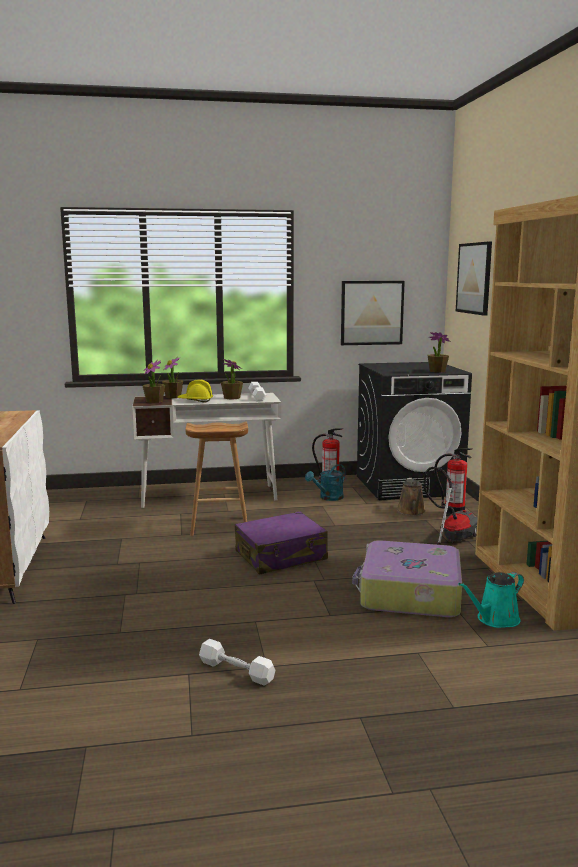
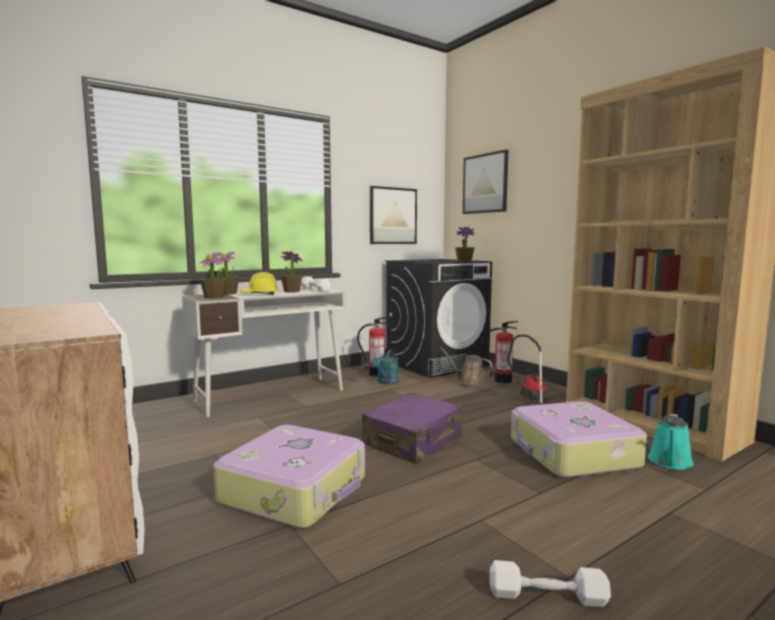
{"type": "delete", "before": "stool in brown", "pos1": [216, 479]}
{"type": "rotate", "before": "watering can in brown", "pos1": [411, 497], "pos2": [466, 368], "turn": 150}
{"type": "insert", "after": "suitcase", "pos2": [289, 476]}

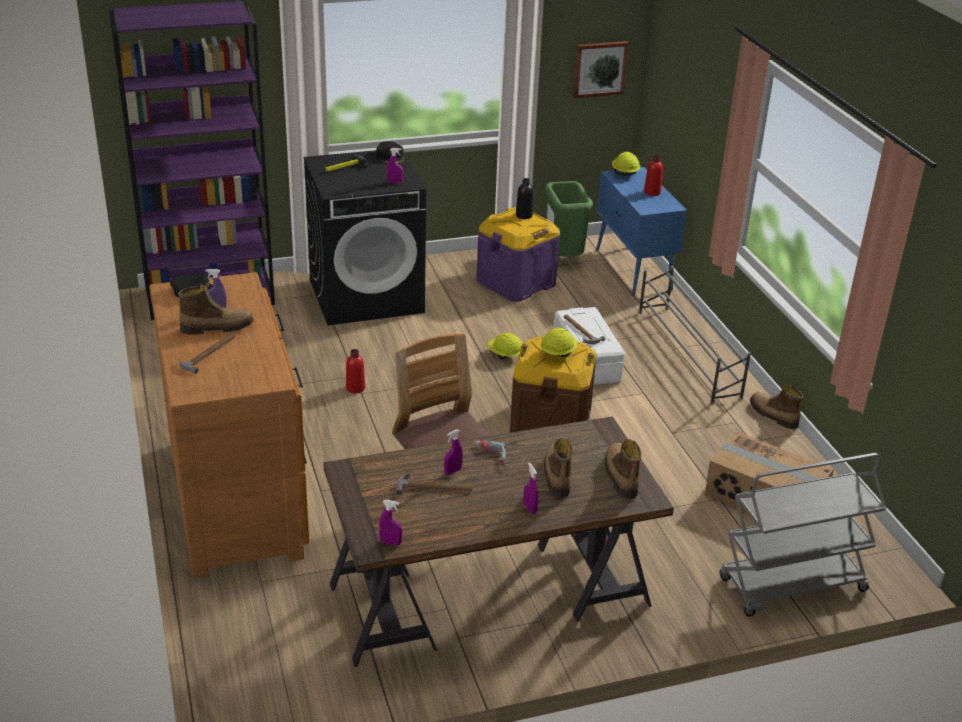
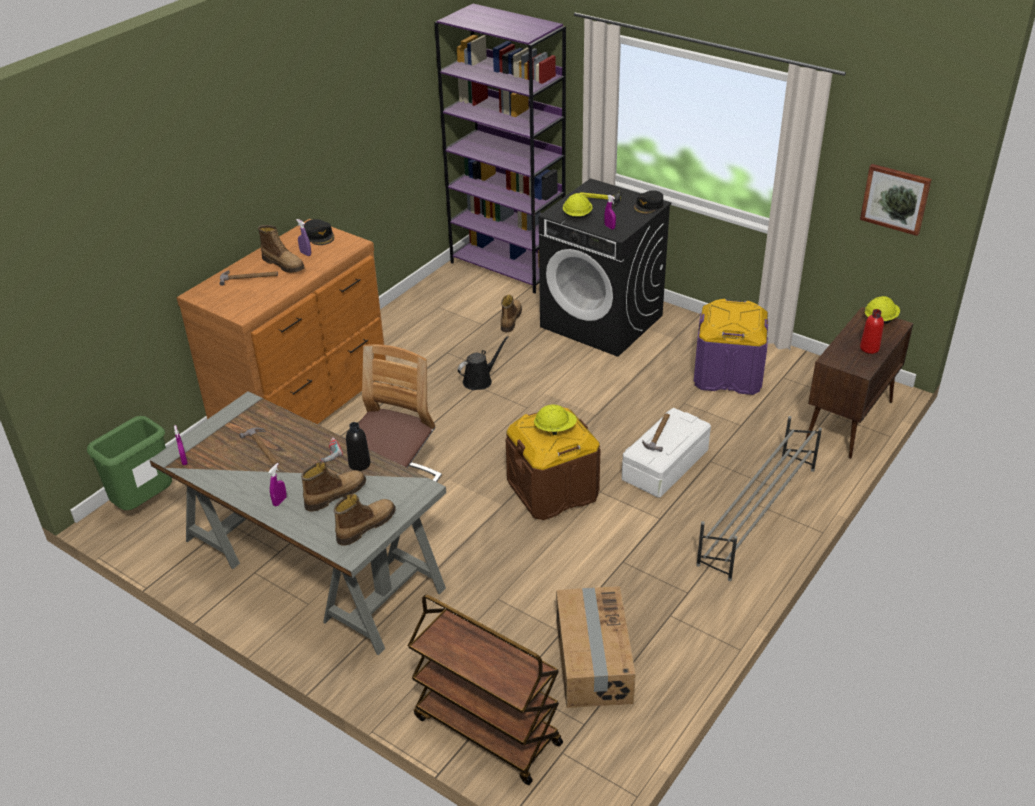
{"type": "recolor", "before": "desk in brown", "after": "desk in grey", "pos1": [498, 541], "pos2": [298, 523]}
{"type": "replace", "before": "bottle in red", "after": "watering can in black", "pos1": [355, 371], "pos2": [483, 363]}
{"type": "delete", "before": "spray bottle in purple", "pos1": [453, 452]}
{"type": "move", "before": "hard hat in yellow", "pos1": [505, 346], "pos2": [577, 205]}
{"type": "move", "before": "bottle in black", "pos1": [524, 198], "pos2": [358, 446]}
{"type": "move", "before": "trash can in green", "pos1": [569, 218], "pos2": [129, 463]}
{"type": "recolor", "before": "cabinet in blue", "after": "cabinet in brown", "pos1": [641, 231], "pos2": [860, 383]}
{"type": "recolor", "before": "cart in grey", "after": "cart in brown", "pos1": [803, 535], "pos2": [485, 689]}
{"type": "move", "before": "boot", "pos1": [777, 407], "pos2": [511, 313]}

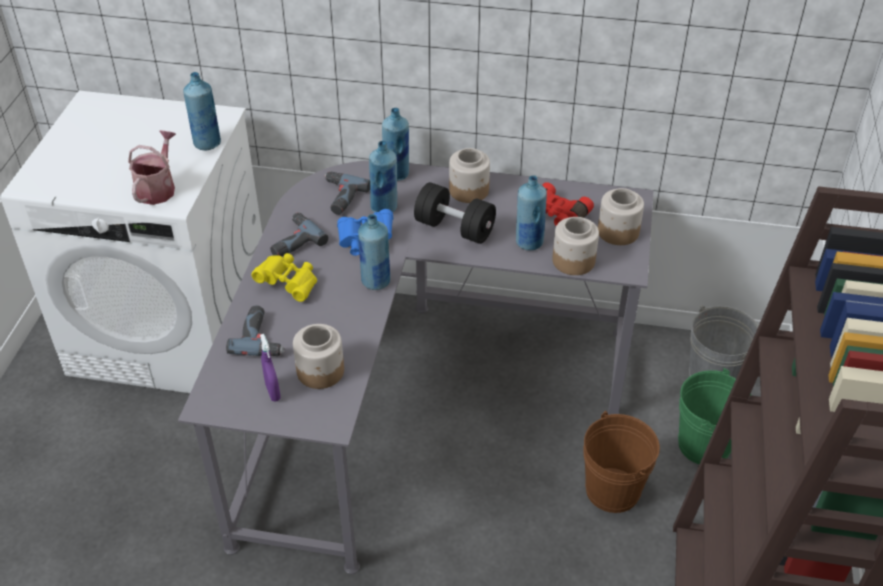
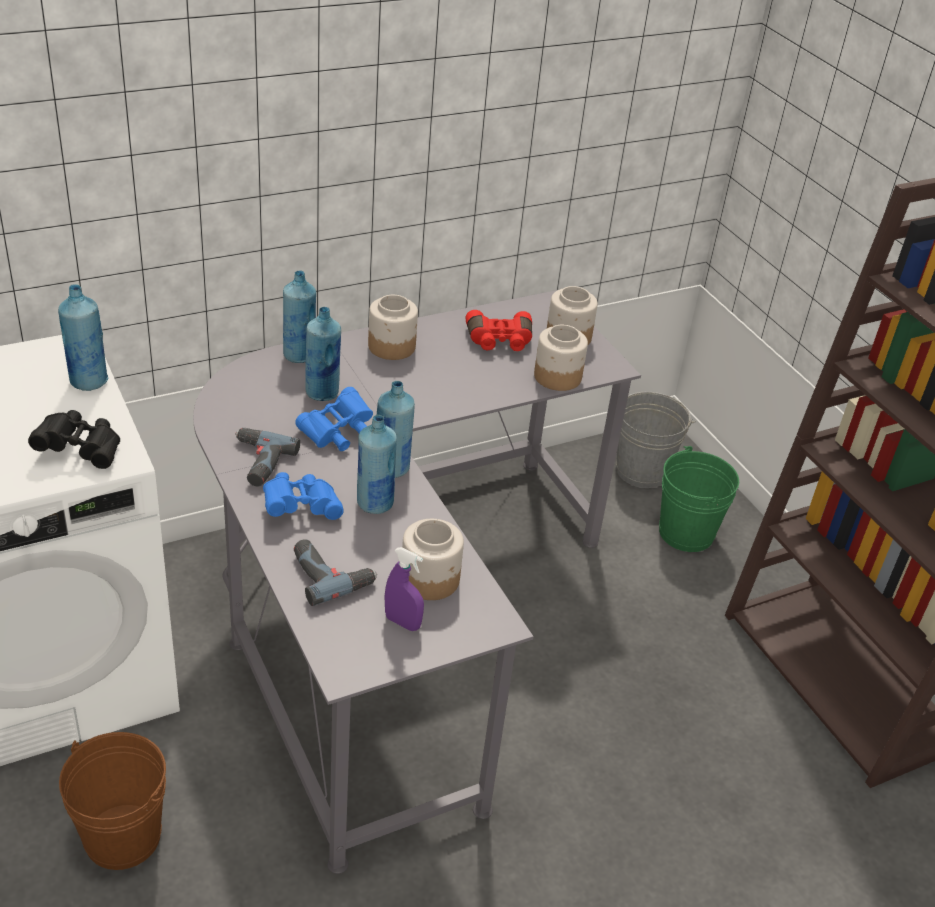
{"type": "replace", "before": "watering can", "after": "binoculars in black", "pos1": [152, 167], "pos2": [74, 439]}
{"type": "recolor", "before": "binoculars in yellow", "after": "binoculars in blue", "pos1": [284, 277], "pos2": [303, 496]}
{"type": "delete", "before": "power drill", "pos1": [347, 193]}
{"type": "delete", "before": "dumbbell in black", "pos1": [455, 213]}
{"type": "move", "before": "bottle in blue", "pos1": [531, 212], "pos2": [377, 464]}
{"type": "move", "before": "bucket in brown", "pos1": [621, 462], "pos2": [112, 801]}

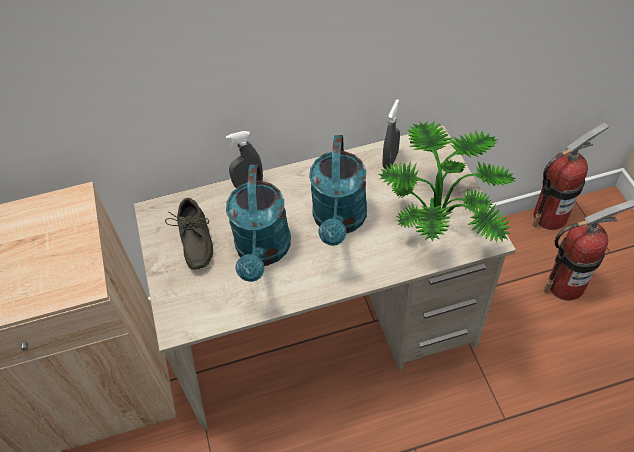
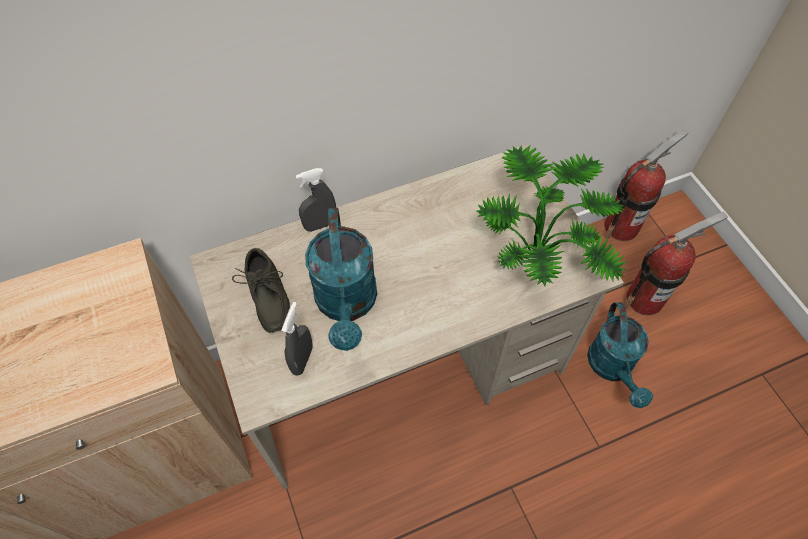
{"type": "move", "before": "watering can in turquoise", "pos1": [338, 190], "pos2": [620, 355]}
{"type": "move", "before": "spray bottle in grey", "pos1": [391, 134], "pos2": [297, 339]}

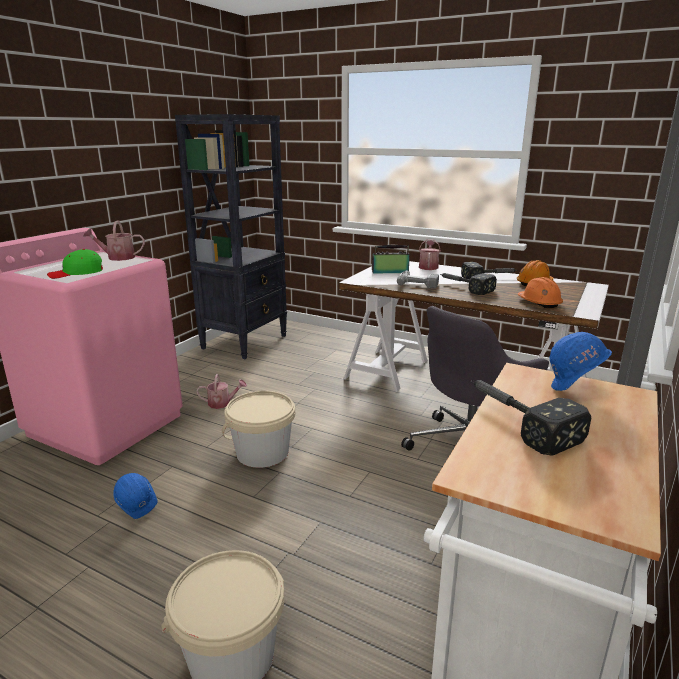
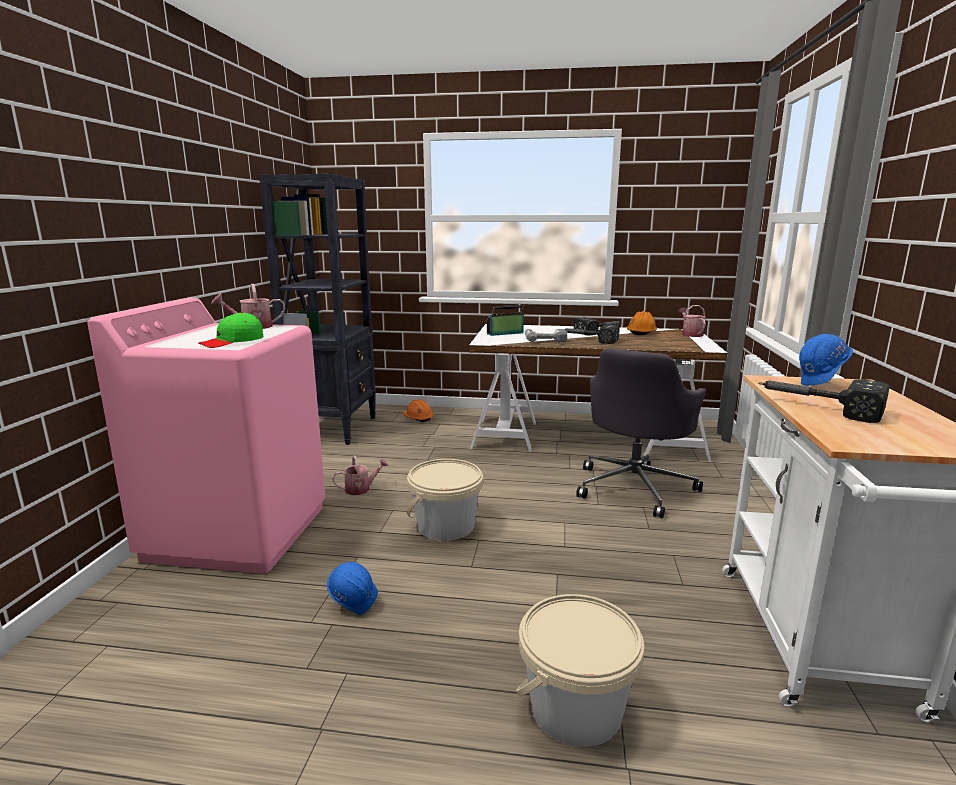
{"type": "move", "before": "watering can", "pos1": [430, 254], "pos2": [692, 321]}
{"type": "move", "before": "hard hat in orange", "pos1": [540, 292], "pos2": [418, 410]}

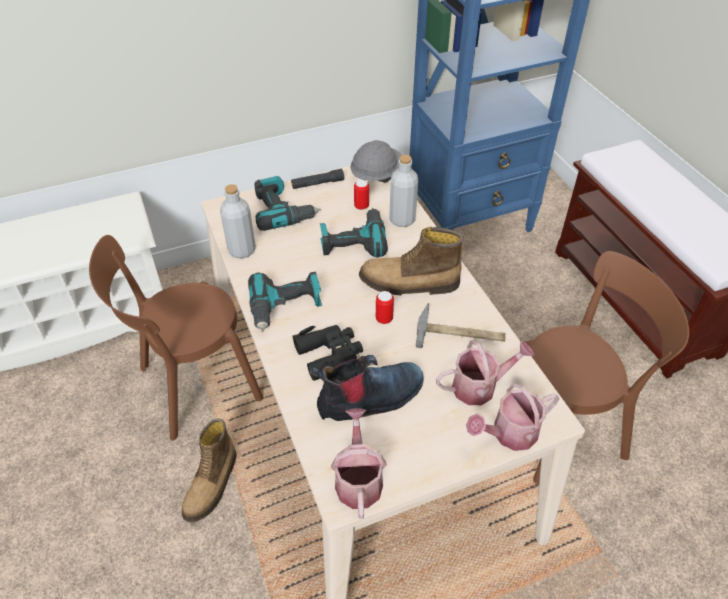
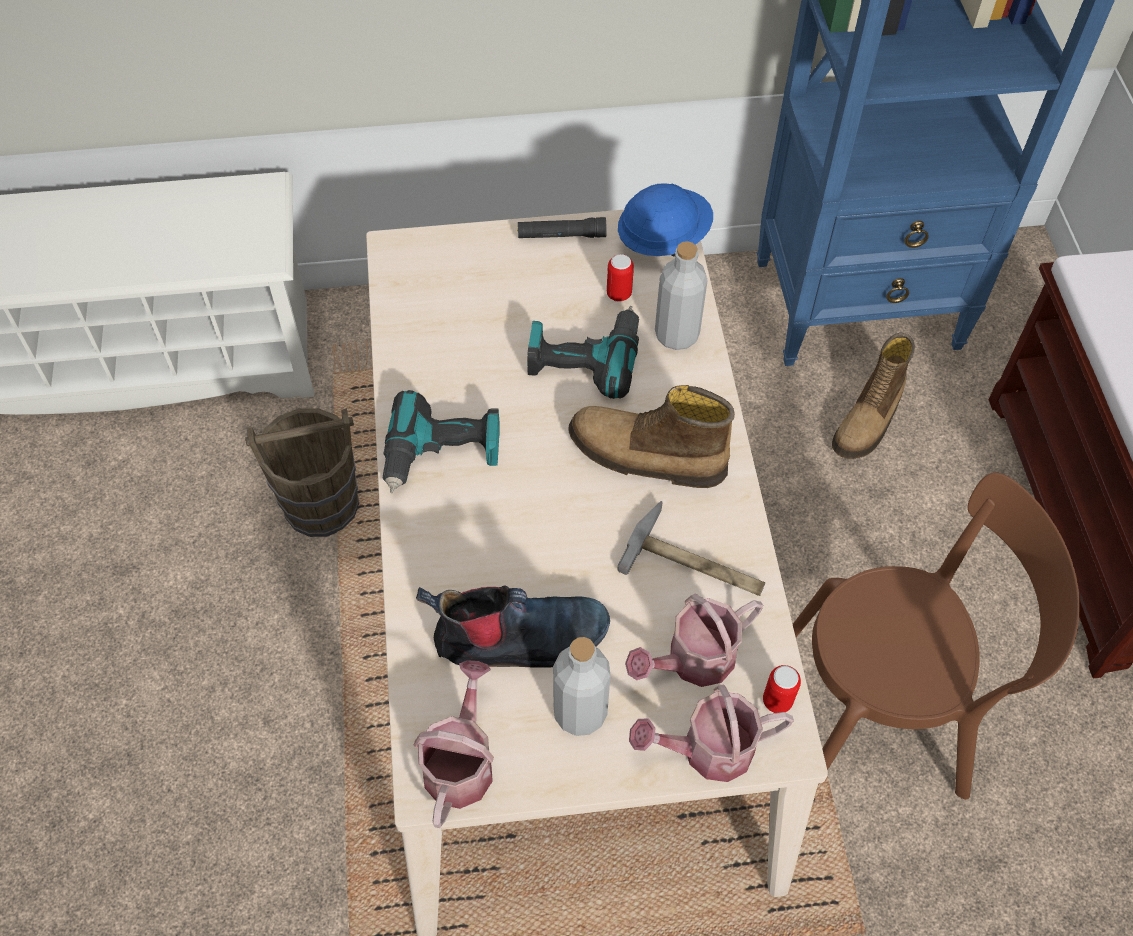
{"type": "replace", "before": "chair in brown", "after": "bucket in brown", "pos1": [176, 338], "pos2": [302, 472]}
{"type": "move", "before": "boot", "pos1": [209, 470], "pos2": [873, 396]}
{"type": "move", "before": "bottle in grey", "pos1": [238, 221], "pos2": [582, 686]}
{"type": "delete", "before": "power drill", "pos1": [287, 203]}
{"type": "delete", "before": "binoculars in black", "pos1": [327, 353]}
{"type": "recolor", "before": "hard hat in grey", "after": "hard hat in blue", "pos1": [376, 161], "pos2": [665, 220]}
{"type": "move", "before": "can", "pos1": [385, 307], "pos2": [782, 689]}
{"type": "rotate", "before": "watering can", "pos1": [485, 372], "pos2": [694, 640], "turn": 150}

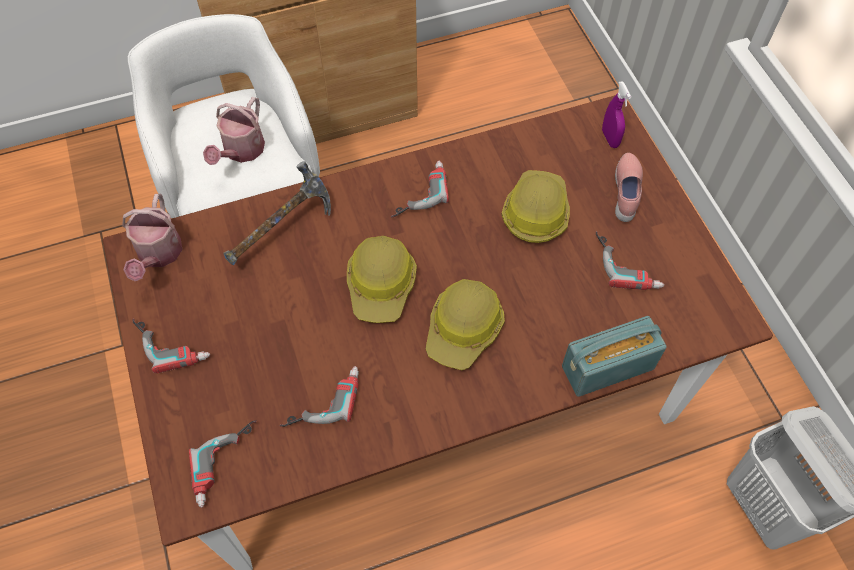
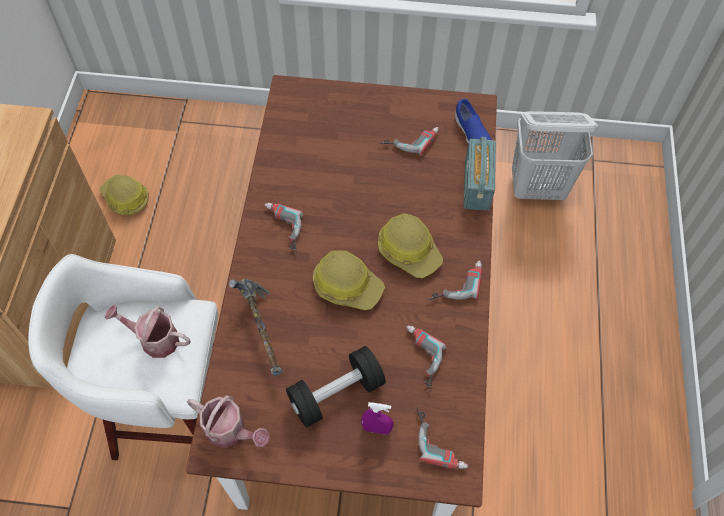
{"type": "move", "before": "power drill", "pos1": [171, 345], "pos2": [454, 280]}
{"type": "rotate", "before": "watering can", "pos1": [234, 131], "pos2": [148, 331], "turn": 150}
{"type": "move", "before": "hard hat", "pos1": [535, 206], "pos2": [124, 195]}
{"type": "move", "before": "spray bottle in purple", "pos1": [616, 114], "pos2": [377, 418]}
{"type": "delete", "before": "shoe in pink", "pos1": [629, 187]}
{"type": "insert", "after": "dumbbell in black", "pos2": [336, 387]}
{"type": "insert", "after": "shoe in blue", "pos2": [473, 121]}

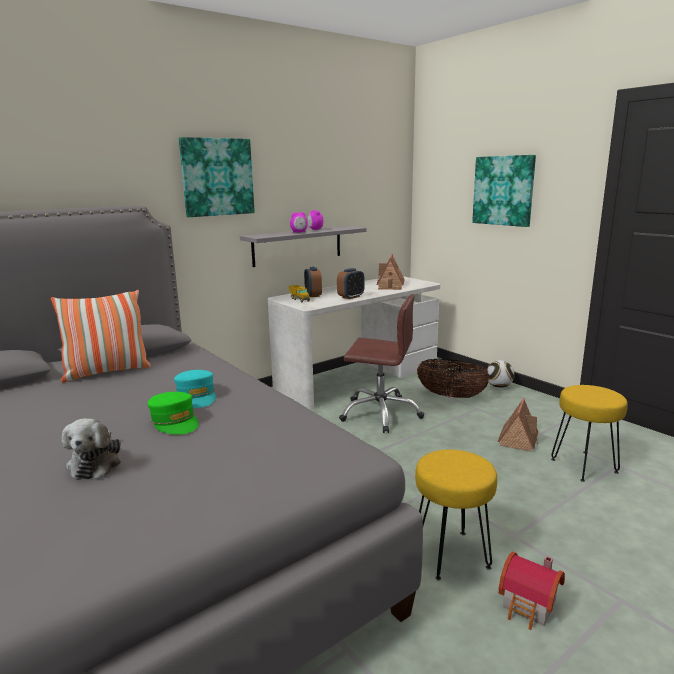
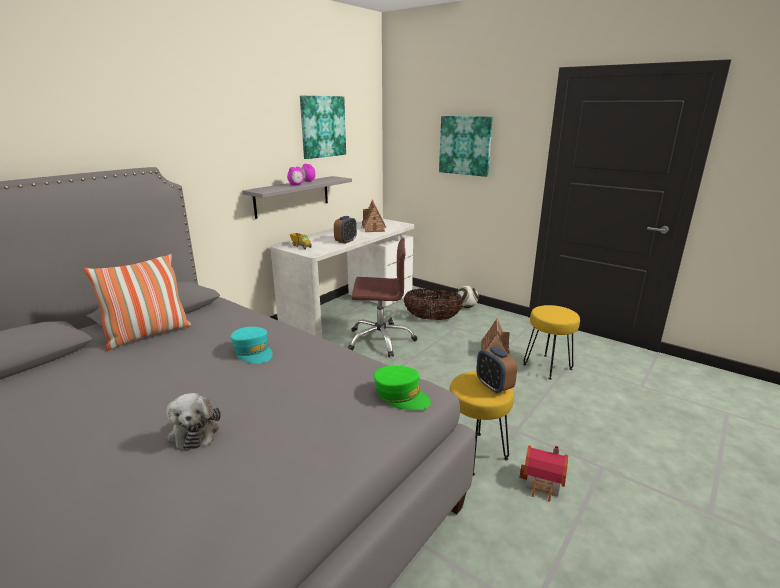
{"type": "move", "before": "cap in green", "pos1": [173, 413], "pos2": [402, 388]}
{"type": "move", "before": "picture", "pos1": [217, 177], "pos2": [323, 127]}
{"type": "move", "before": "alarm clock", "pos1": [313, 282], "pos2": [496, 370]}

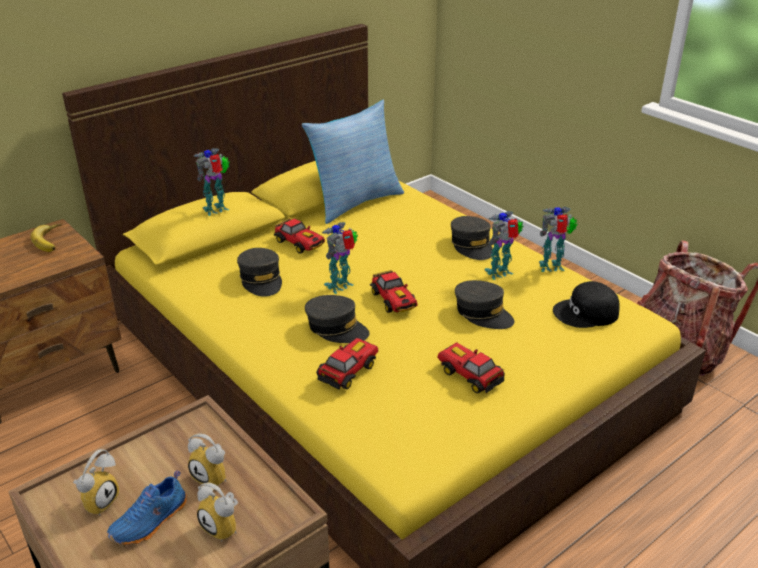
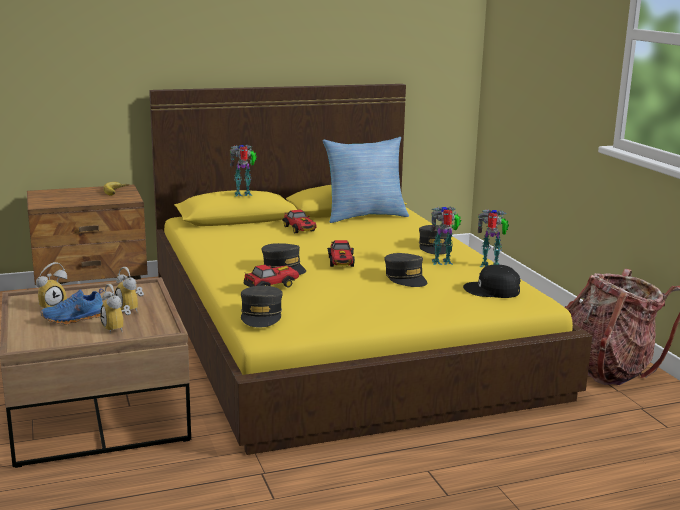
{"type": "move", "before": "cap in grey", "pos1": [259, 272], "pos2": [262, 306]}
{"type": "delete", "before": "toy robot", "pos1": [340, 258]}
{"type": "delete", "before": "toy car", "pos1": [471, 367]}

